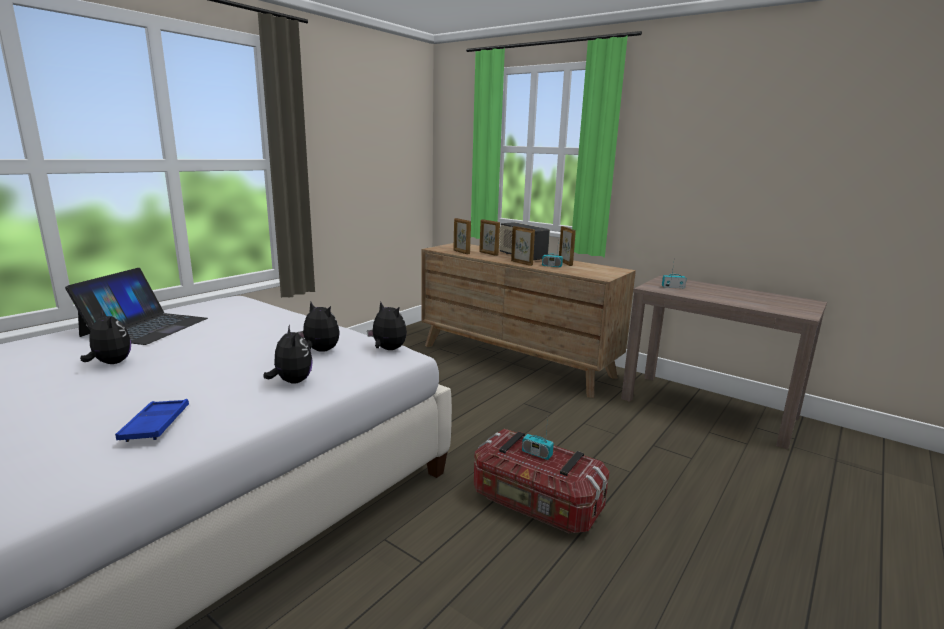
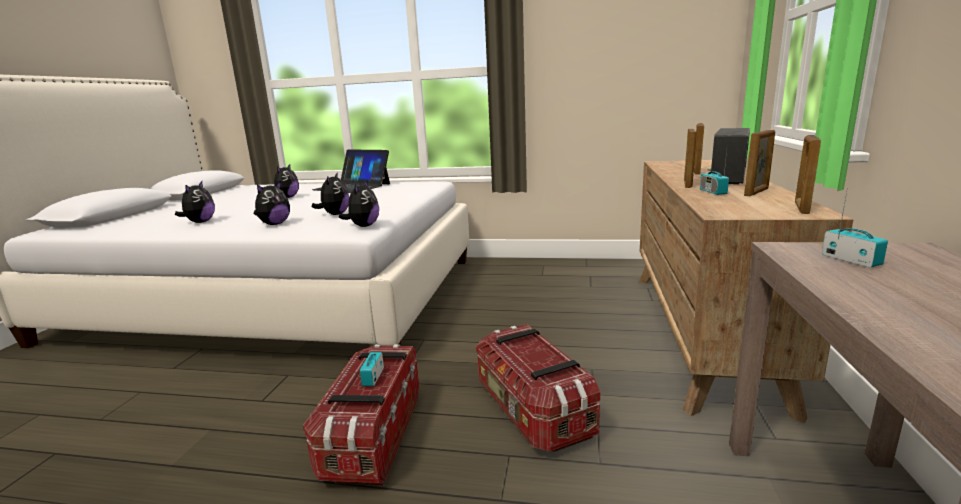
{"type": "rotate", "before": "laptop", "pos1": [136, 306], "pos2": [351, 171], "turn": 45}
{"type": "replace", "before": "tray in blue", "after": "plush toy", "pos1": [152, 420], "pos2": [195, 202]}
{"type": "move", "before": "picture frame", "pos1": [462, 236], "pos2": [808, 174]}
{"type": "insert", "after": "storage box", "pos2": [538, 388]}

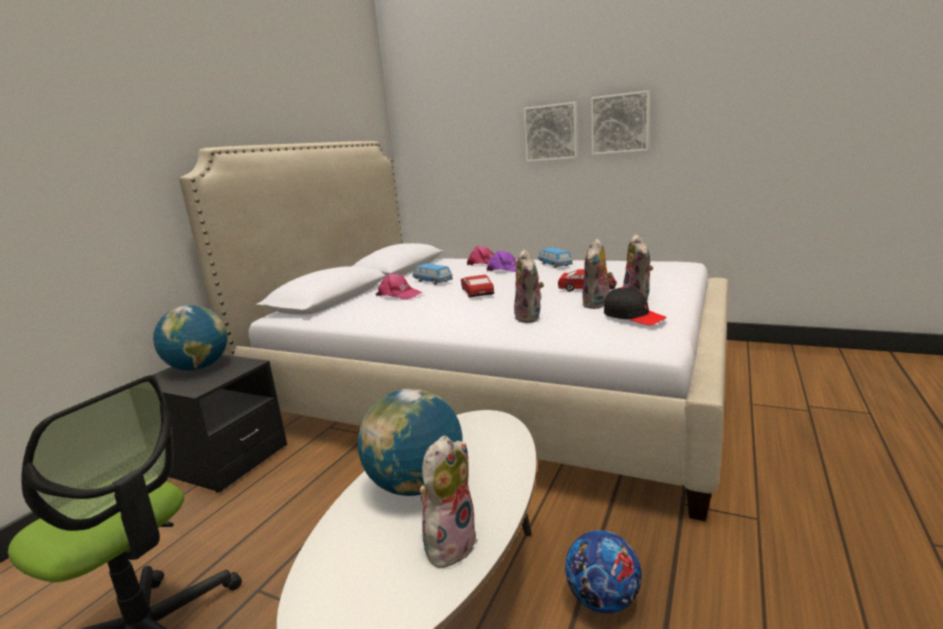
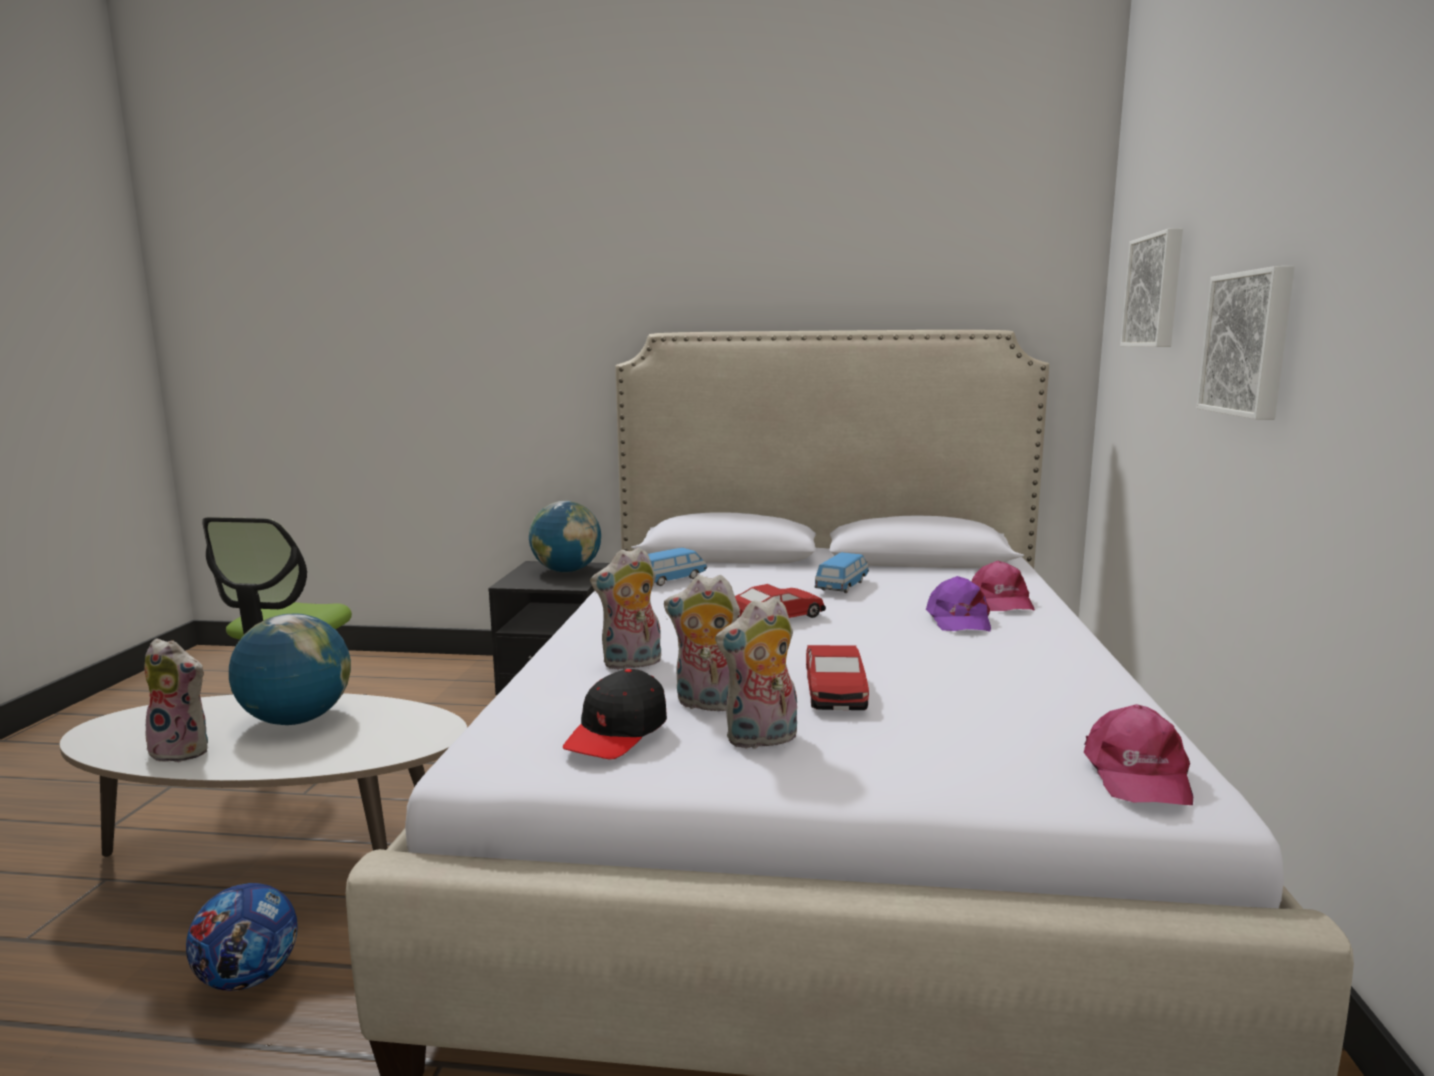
{"type": "move", "before": "cap in pink", "pos1": [399, 287], "pos2": [1138, 754]}
{"type": "move", "before": "toy car", "pos1": [555, 257], "pos2": [677, 567]}
{"type": "move", "before": "picture", "pos1": [620, 122], "pos2": [1151, 287]}

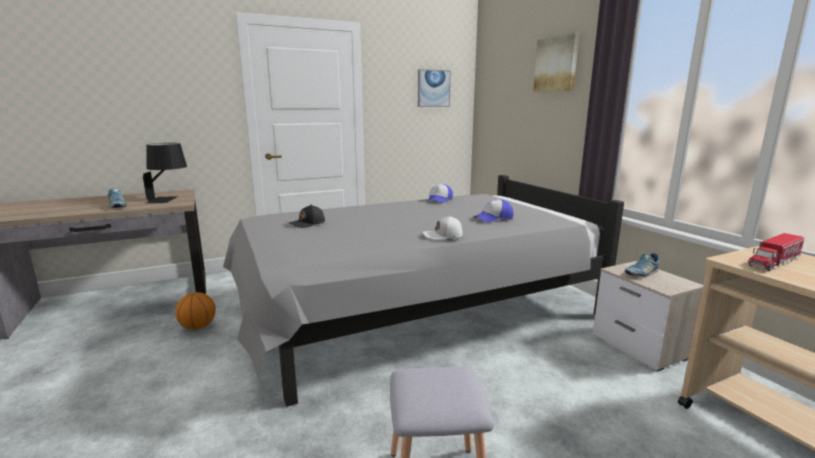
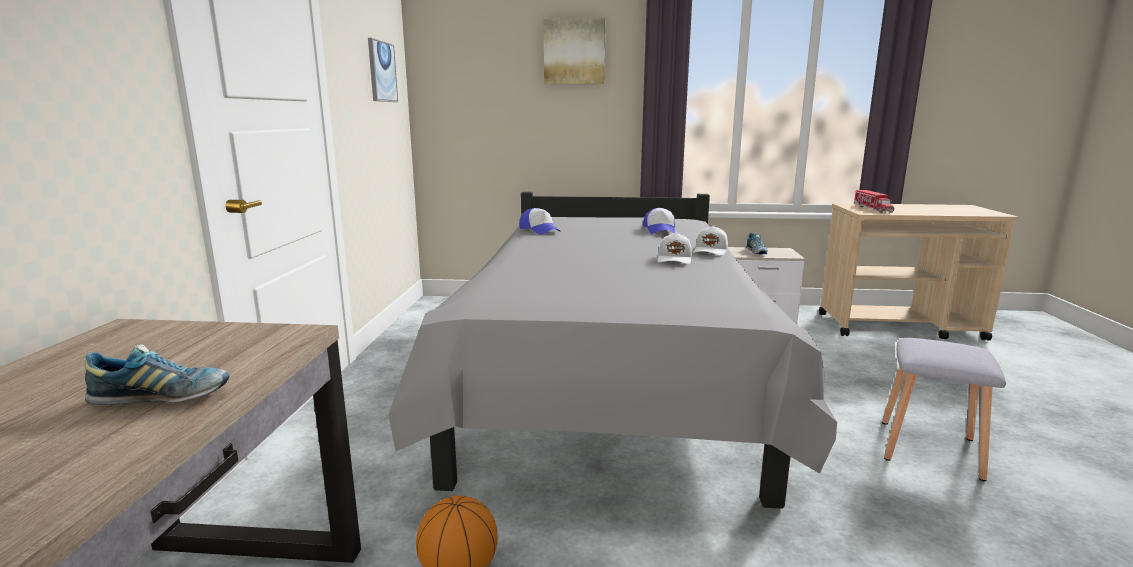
{"type": "delete", "before": "table lamp in black", "pos1": [165, 173]}
{"type": "delete", "before": "cap in black", "pos1": [307, 216]}
{"type": "insert", "after": "cap in white", "pos2": [674, 248]}

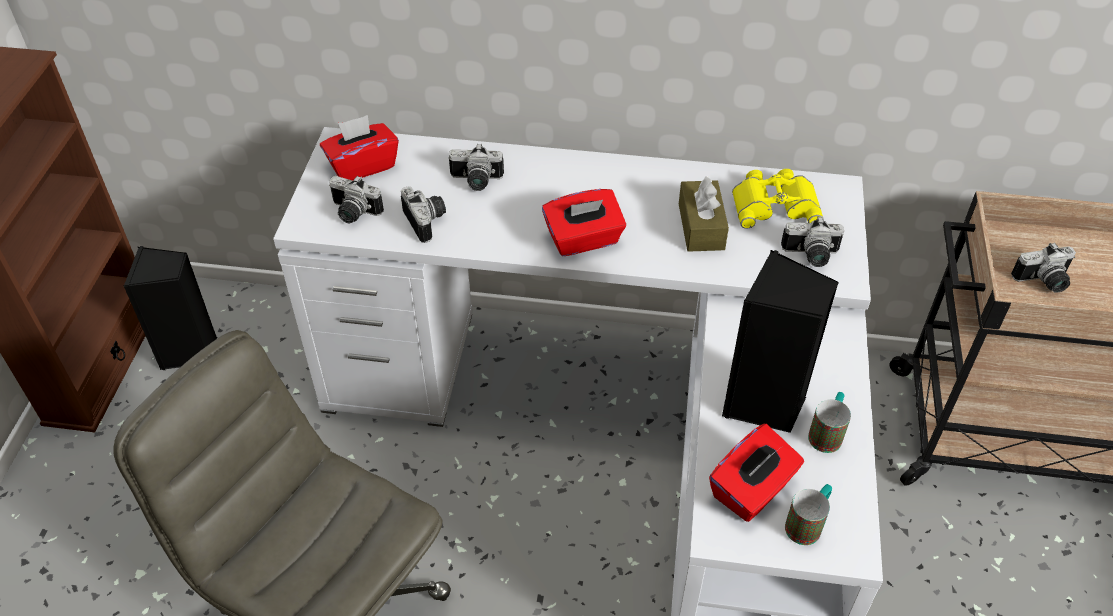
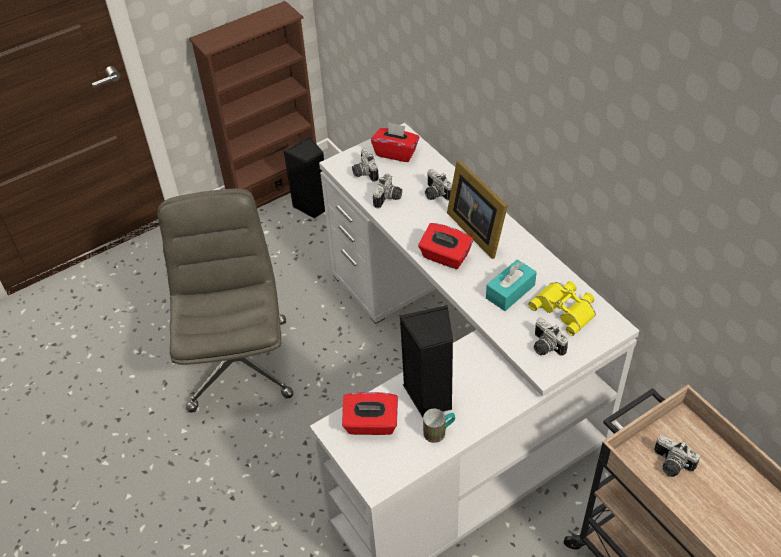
{"type": "recolor", "before": "tissue box in brown", "after": "tissue box in turquoise", "pos1": [704, 214], "pos2": [511, 285]}
{"type": "delete", "before": "mug", "pos1": [808, 514]}
{"type": "insert", "after": "picture frame", "pos2": [477, 209]}

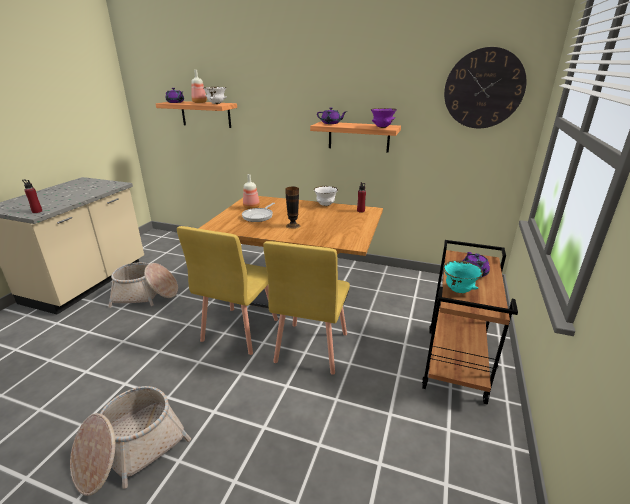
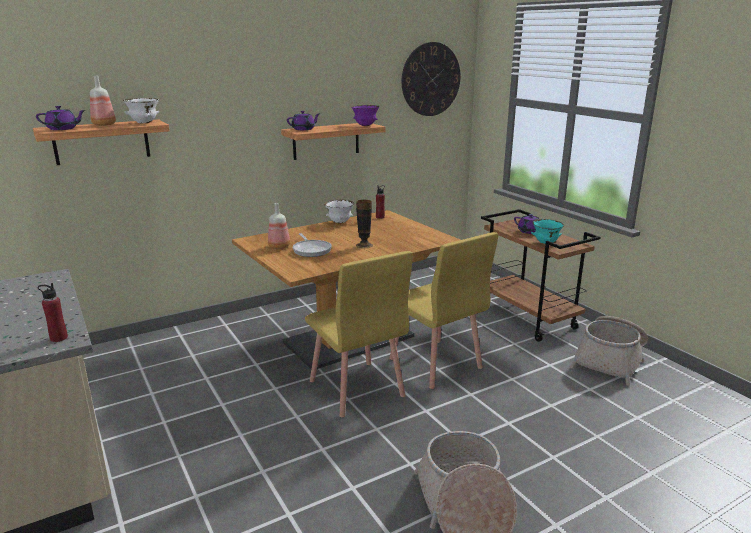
{"type": "move", "before": "basket", "pos1": [143, 285], "pos2": [609, 351]}

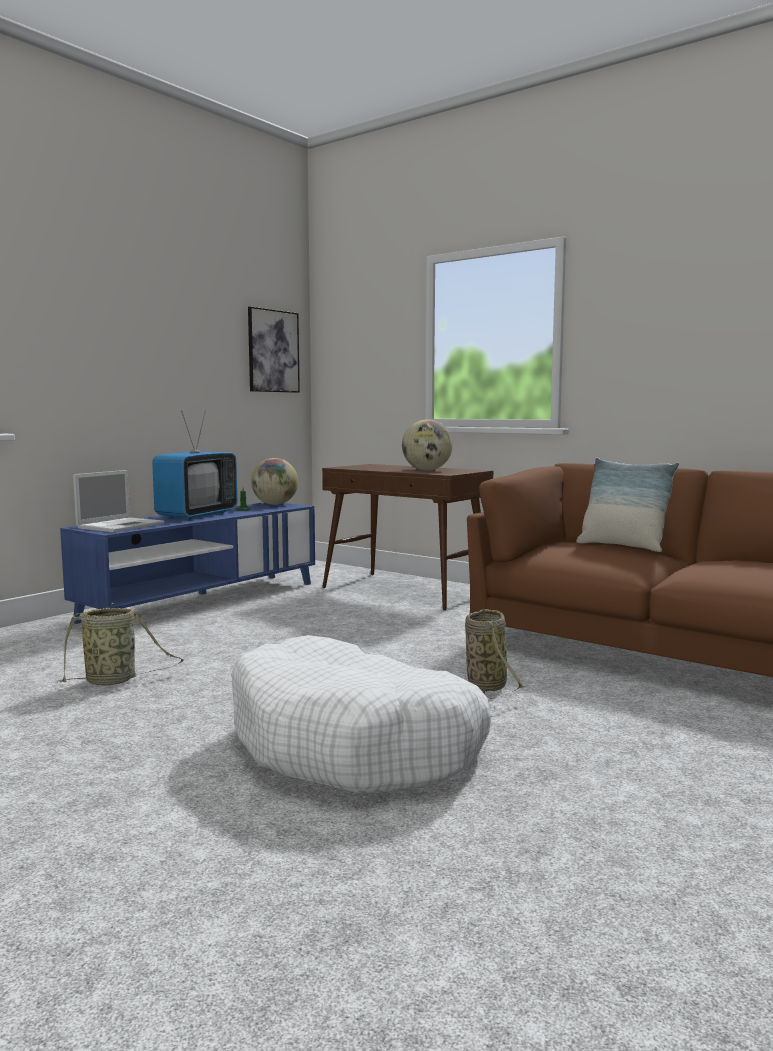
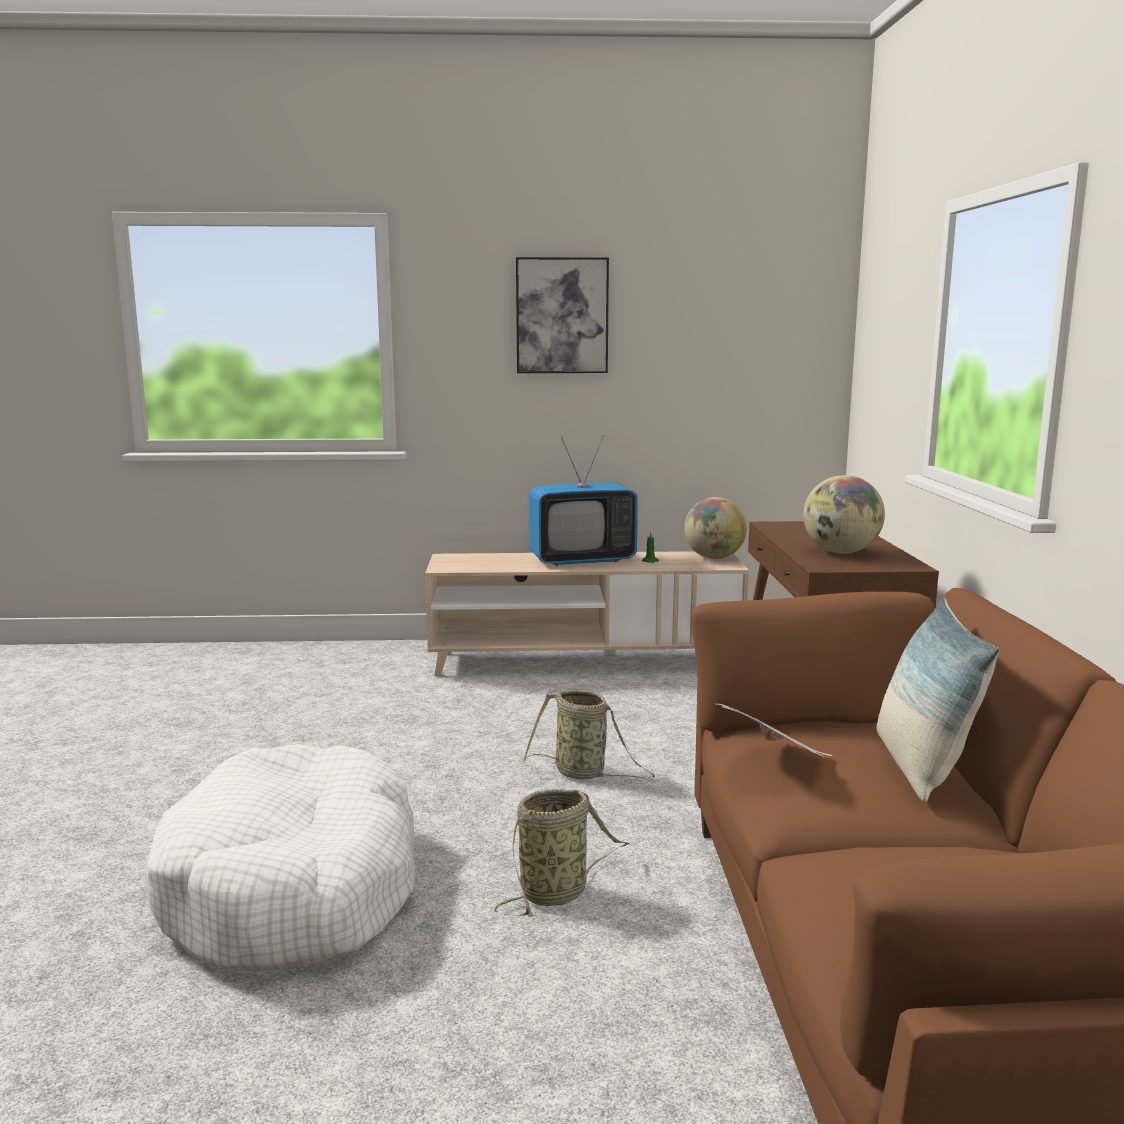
{"type": "move", "before": "basket", "pos1": [121, 646], "pos2": [589, 734]}
{"type": "recolor", "before": "tv stand in blue", "after": "tv stand in beige", "pos1": [187, 563], "pos2": [587, 613]}
{"type": "delete", "before": "laptop", "pos1": [118, 501]}
{"type": "move", "before": "picture", "pos1": [274, 350], "pos2": [562, 315]}
{"type": "insert", "after": "newspaper", "pos2": [775, 730]}

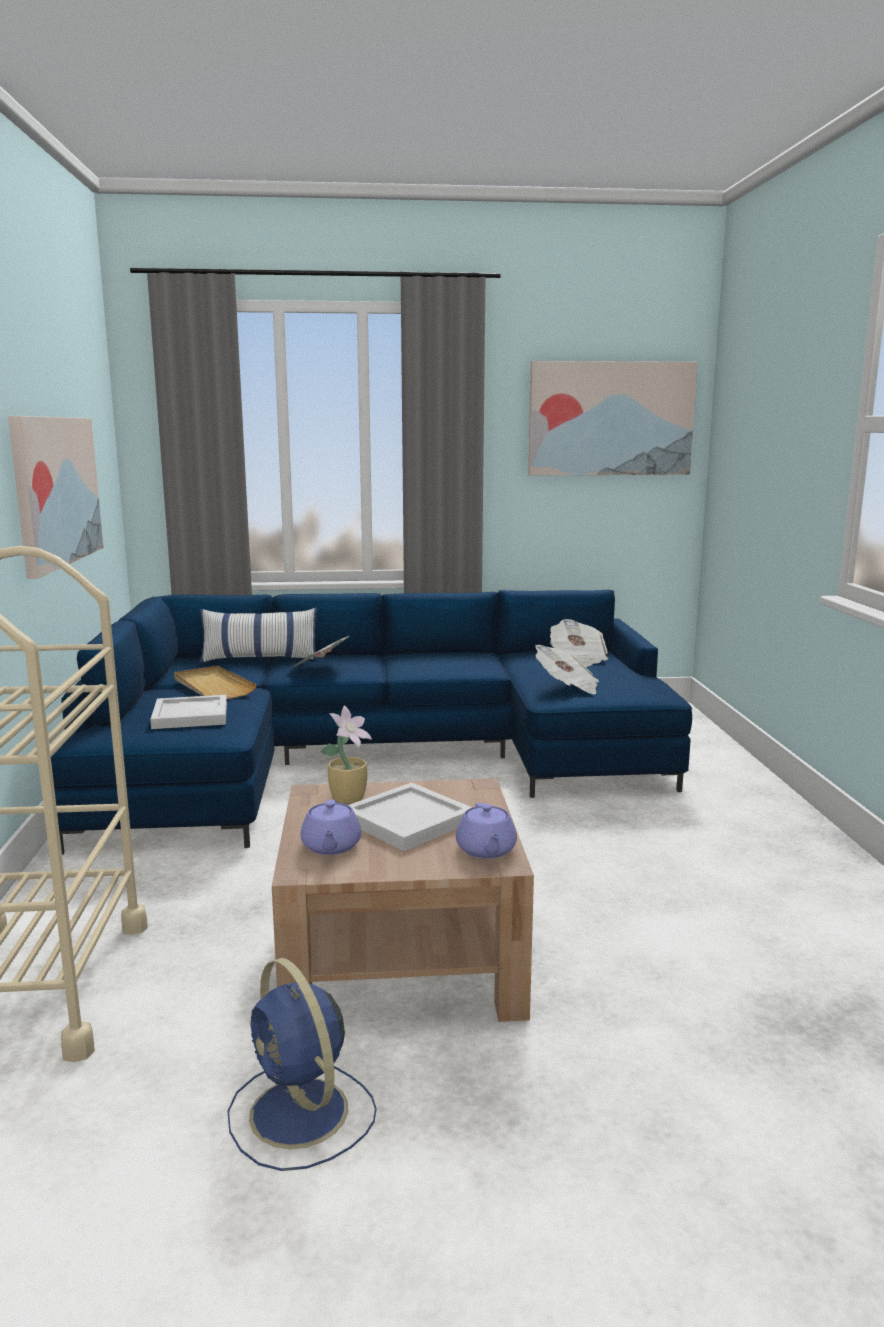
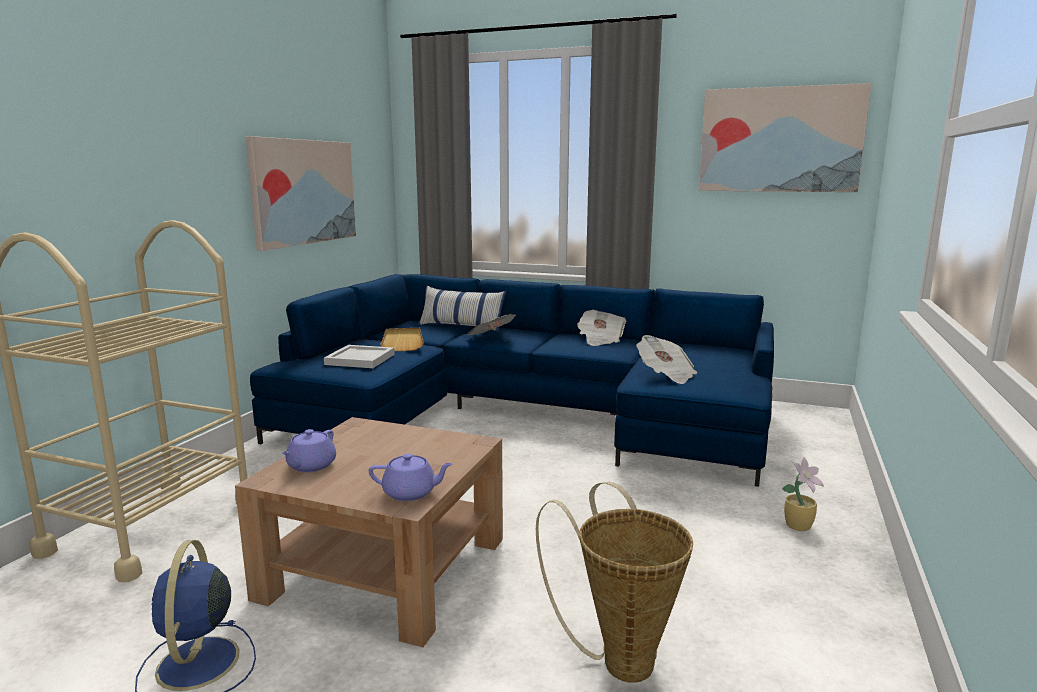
{"type": "move", "before": "potted plant", "pos1": [346, 754], "pos2": [803, 494]}
{"type": "delete", "before": "tray in white", "pos1": [410, 817]}
{"type": "rotate", "before": "teapot in purple", "pos1": [486, 830], "pos2": [411, 477], "turn": -105}
{"type": "move", "before": "newspaper", "pos1": [579, 643], "pos2": [601, 328]}
{"type": "insert", "after": "basket", "pos2": [614, 582]}

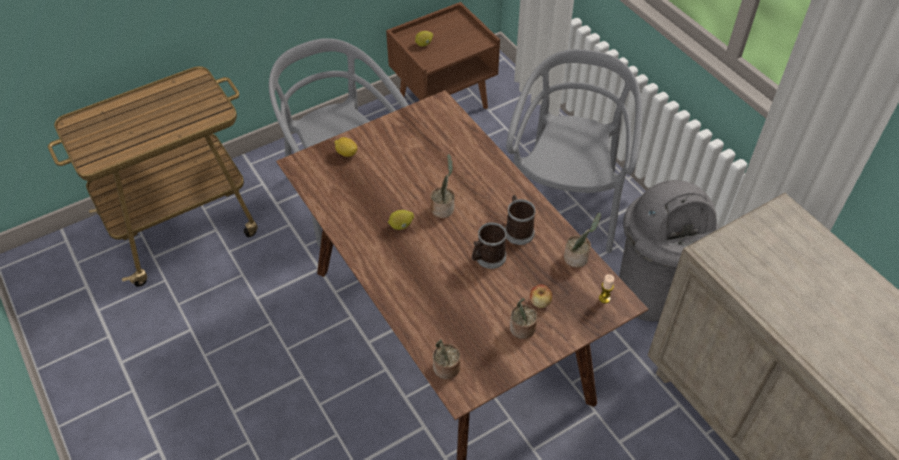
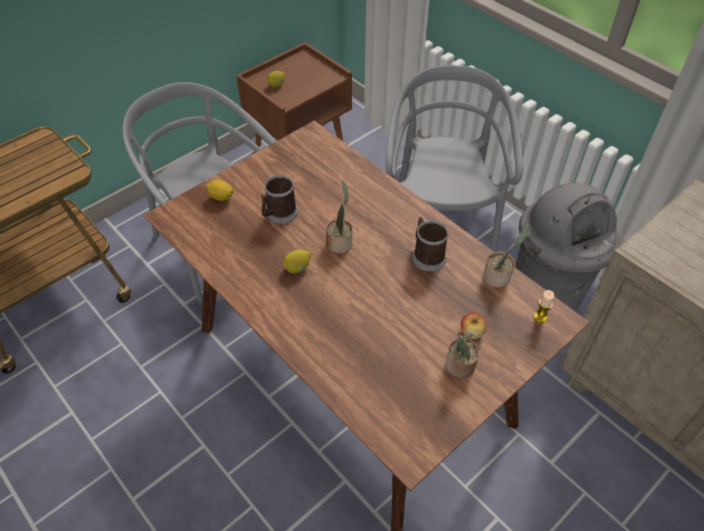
{"type": "delete", "before": "potted plant", "pos1": [447, 359]}
{"type": "move", "before": "mug", "pos1": [489, 245], "pos2": [279, 199]}

